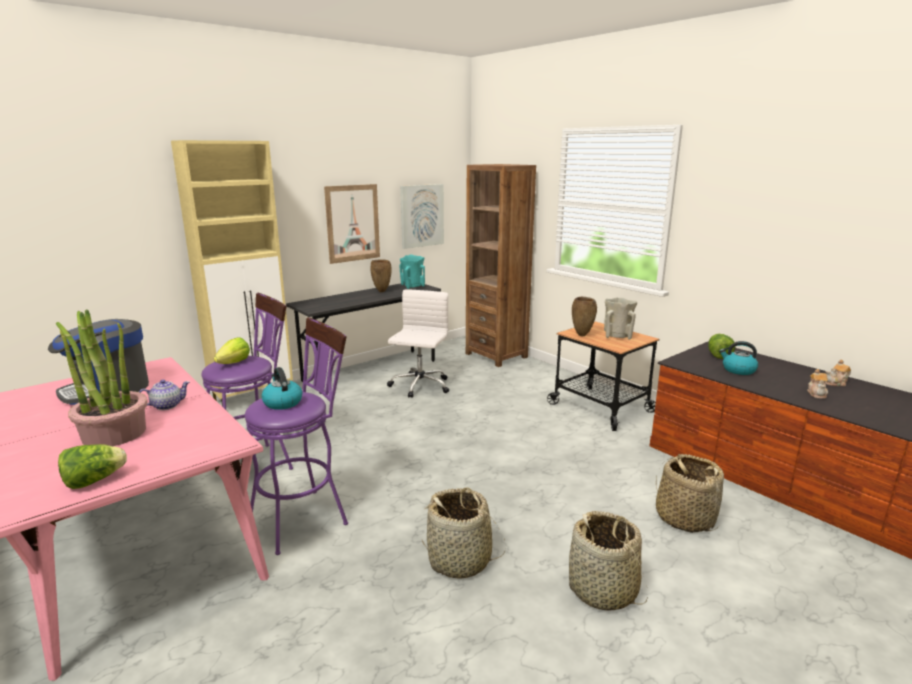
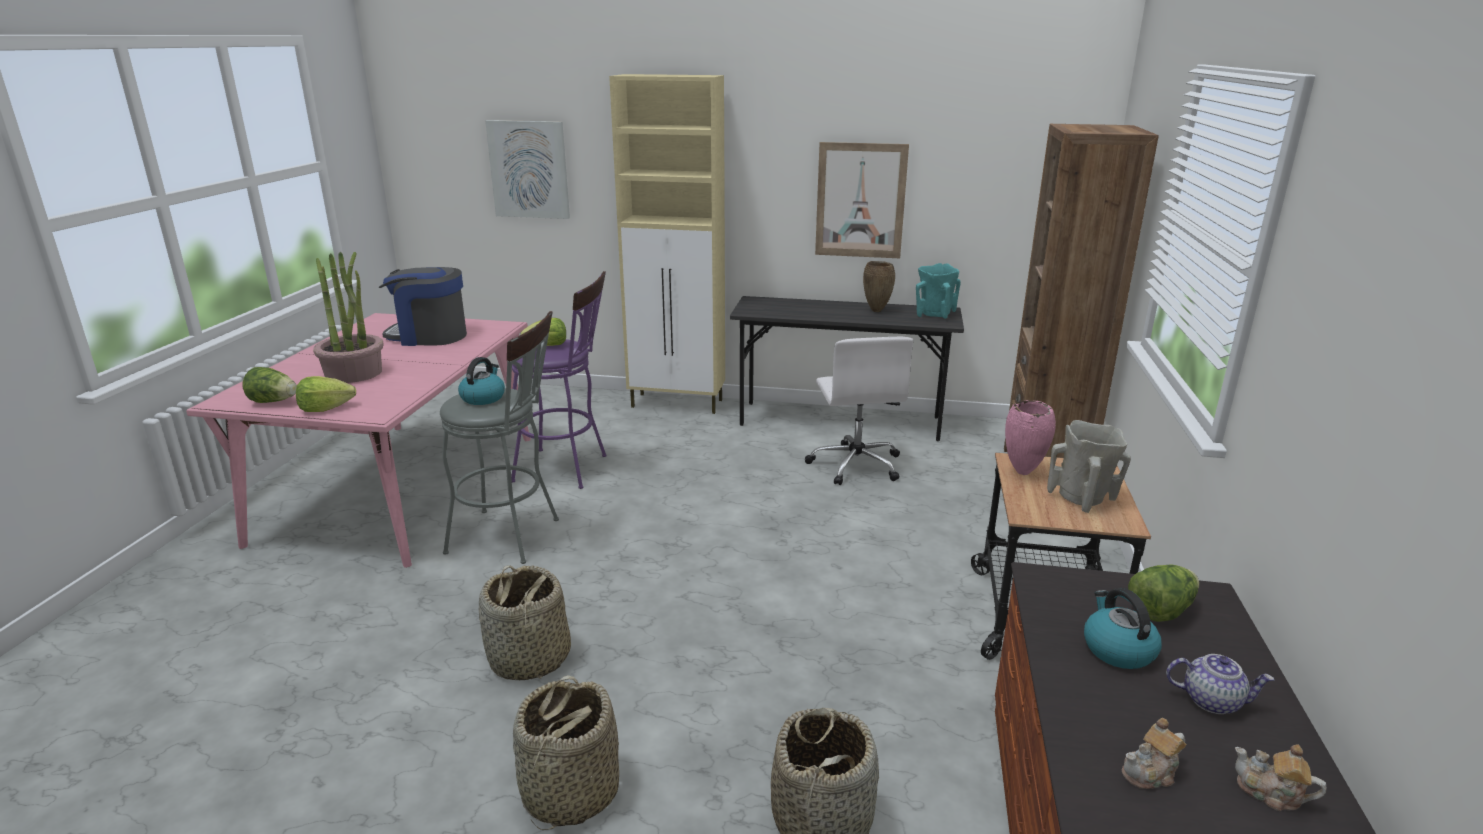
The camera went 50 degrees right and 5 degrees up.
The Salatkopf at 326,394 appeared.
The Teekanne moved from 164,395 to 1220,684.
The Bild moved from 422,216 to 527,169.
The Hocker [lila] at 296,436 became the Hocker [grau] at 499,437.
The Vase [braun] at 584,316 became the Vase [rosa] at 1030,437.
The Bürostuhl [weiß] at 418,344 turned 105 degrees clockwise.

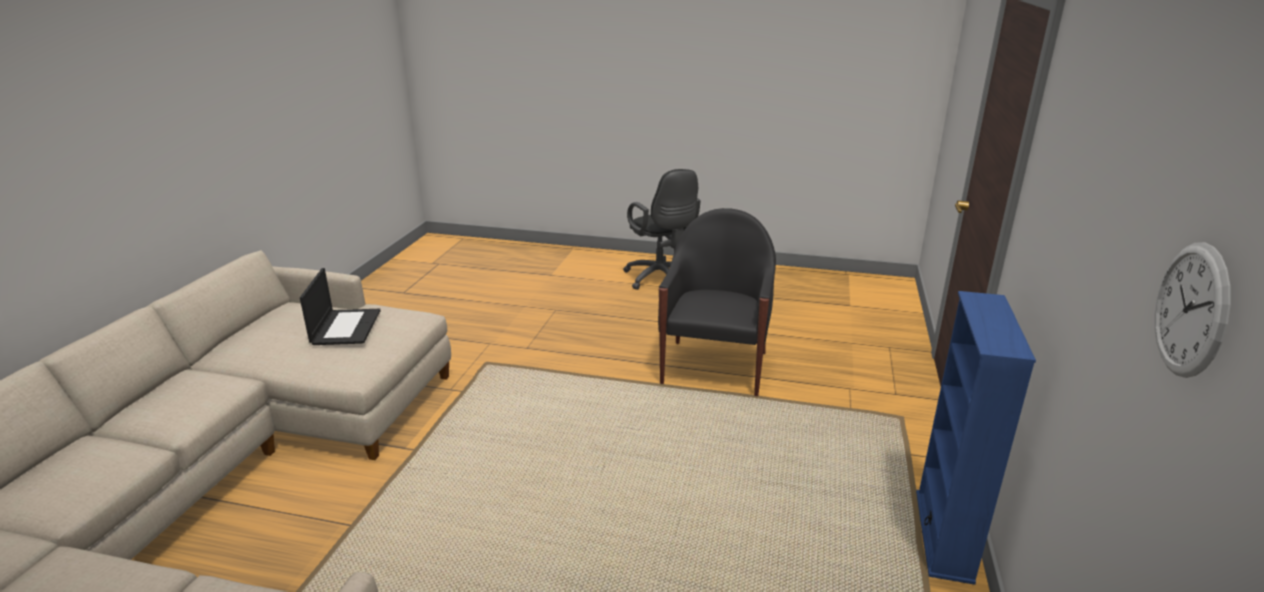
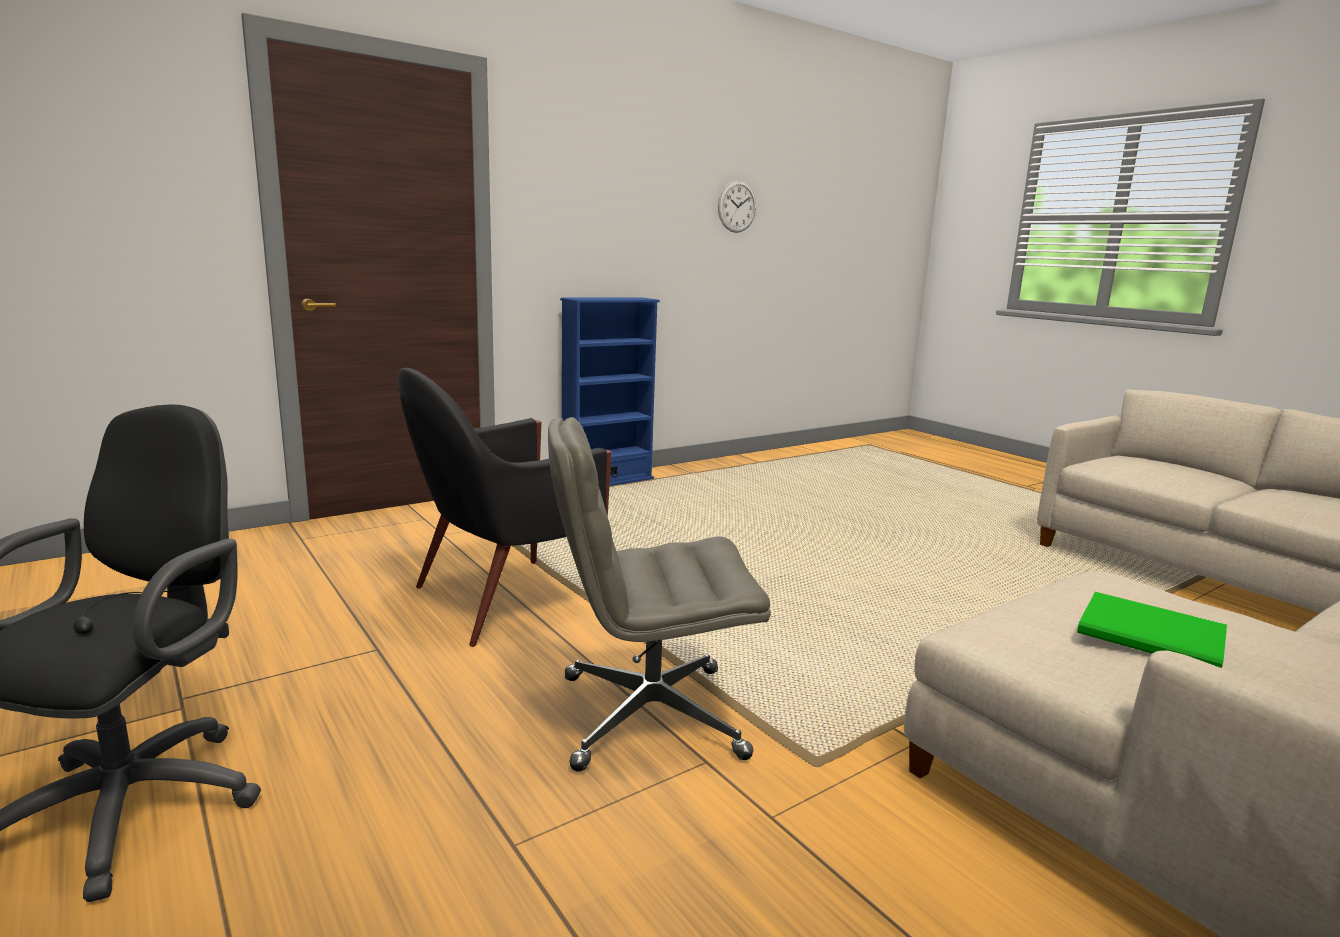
The camera went 140 degrees left and 10 degrees down.
The Bürostuhl [grau] at 659,594 appeared.
The Laptop at 340,306 was replaced by the Buch [grün] at 1152,630.

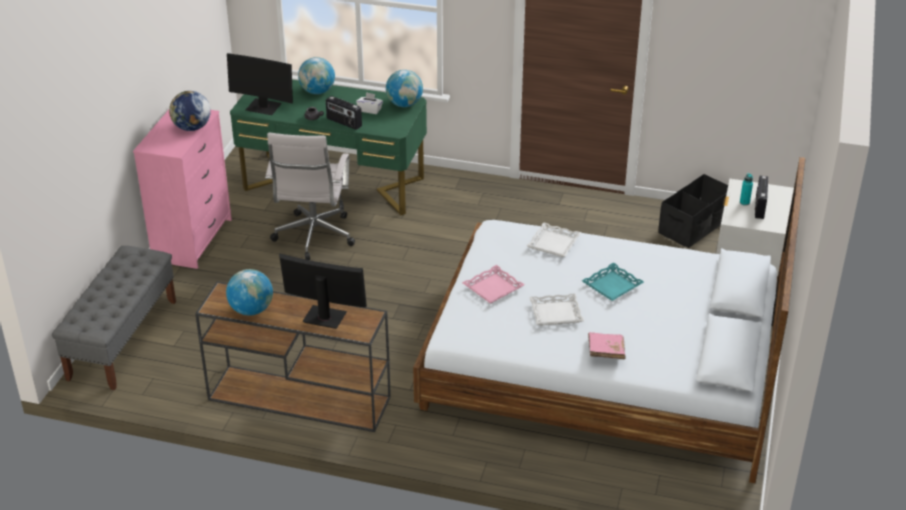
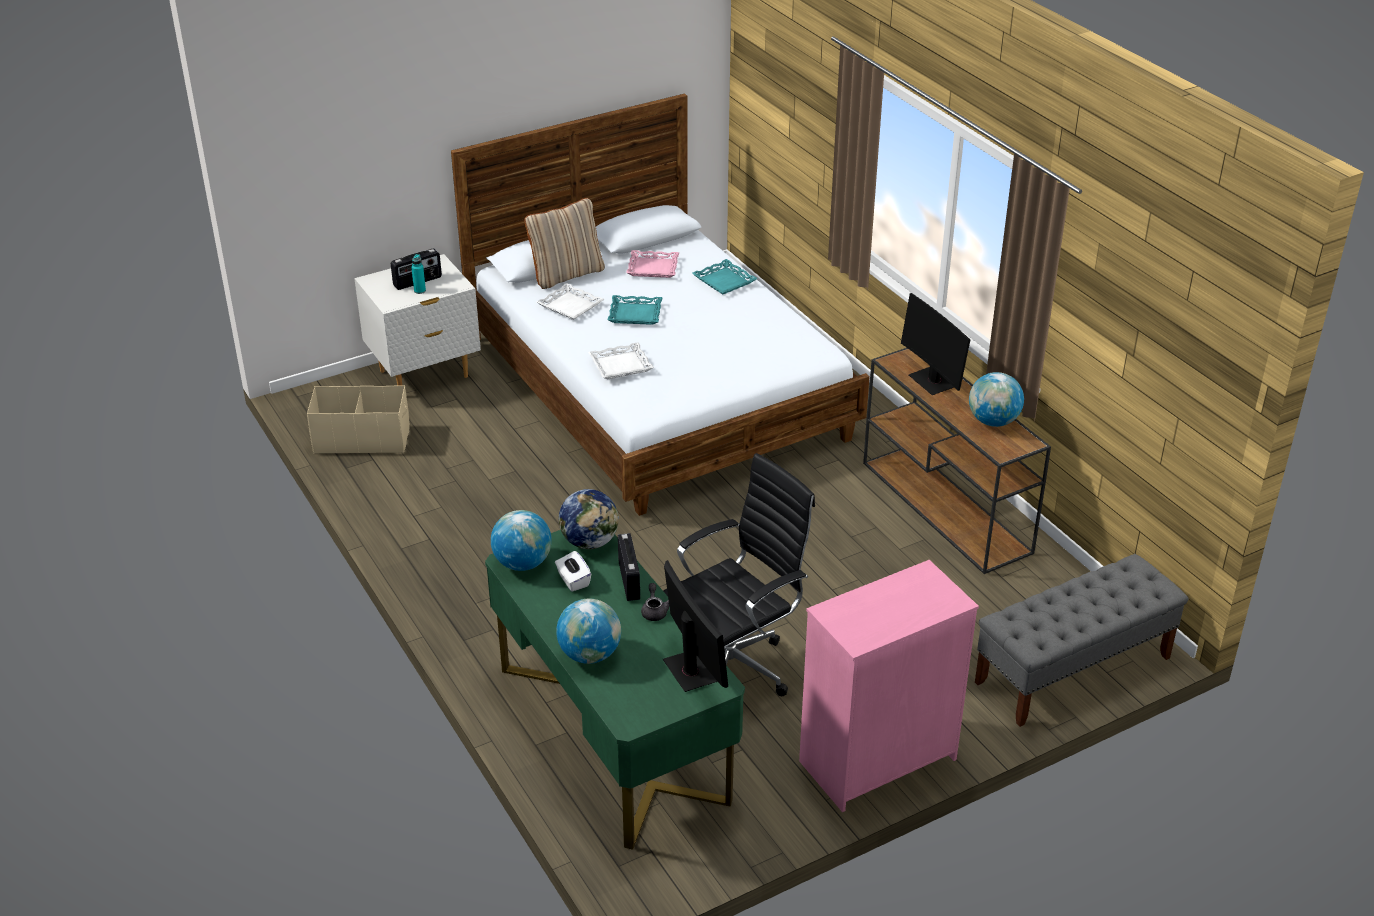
The camera went 135 degrees left and 0 degrees up.
The Kissen [beige] at 564,243 appeared.
The Globus moved from 190,111 to 589,519.
The Tablett [rosa] moved from 493,284 to 652,264.
The Tablett [weiß] moved from 557,310 to 570,301.
The Buch [rosa] at 606,345 was replaced by the Tablett [türkis] at 725,276.
The Bürostuhl [weiß] at 310,196 became the Bürostuhl [schwarz] at 739,574.
The Aufbewahrungsbox [schwarz] at 693,211 became the Aufbewahrungsbox [beige] at 358,419.

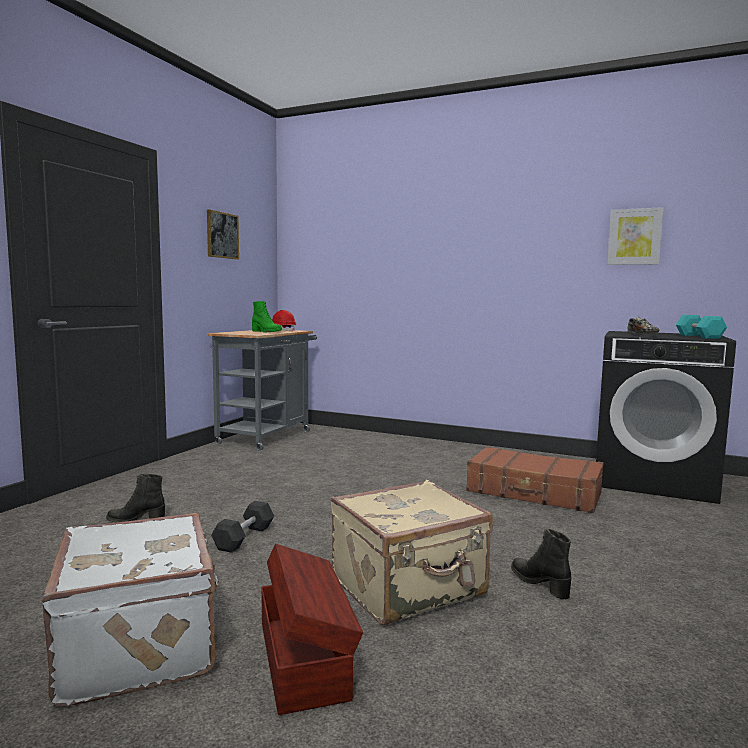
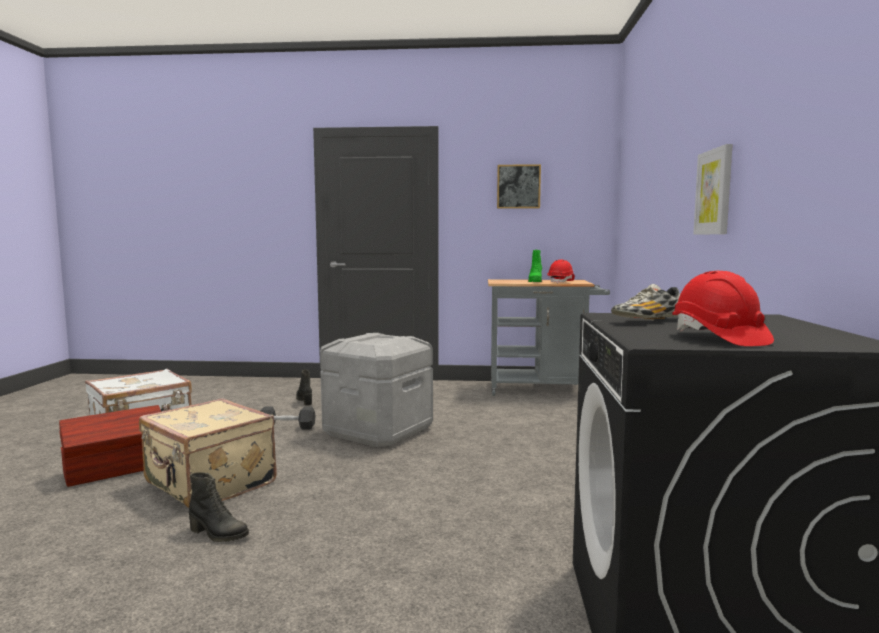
The camera went 70 degrees right and 0 degrees up.
The Koffer [braun] at 535,479 disappeared.
The Aufbewahrungsbox [grau] at 376,390 appeared.
The Bild moved from 635,236 to 713,189.
The Hantel [türkis] at 701,327 was replaced by the Schutzhelm [rot] at 723,309.
The Stiefel [schwarz] at 541,564 turned 75 degrees clockwise.

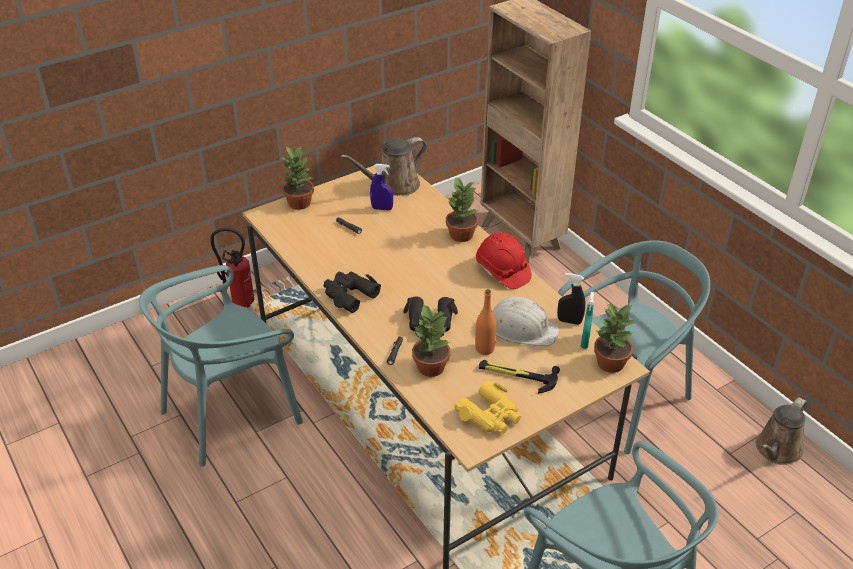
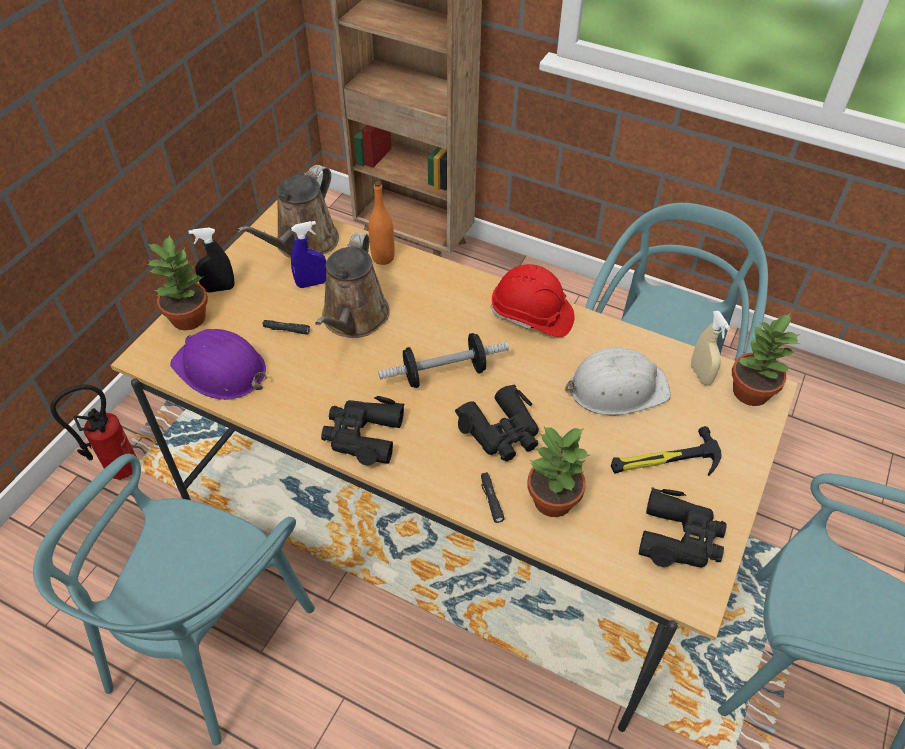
The camera went 30 degrees left and 10 degrees up.
The Topfpflanze at 462,209 disappeared.
The Schutzhelm [lila] at 218,364 appeared.
The Hantel at 443,360 appeared.
The Flasche [orange] moved from 485,322 to 381,223.
The Sprühflasche [schwarz] moved from 571,299 to 212,260.
The Gießkanne [braun] moved from 781,431 to 352,285.
The Fernglas [gelb] at 487,407 became the Fernglas [schwarz] at 683,527.
The Sprühflasche [türkis] at 587,320 became the Sprühflasche [beige] at 710,348.

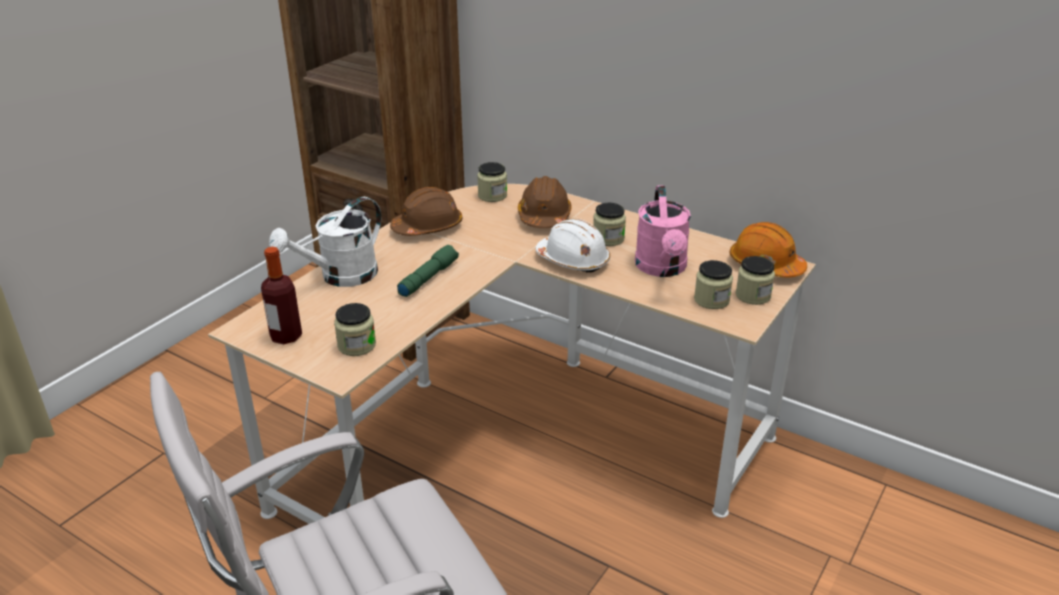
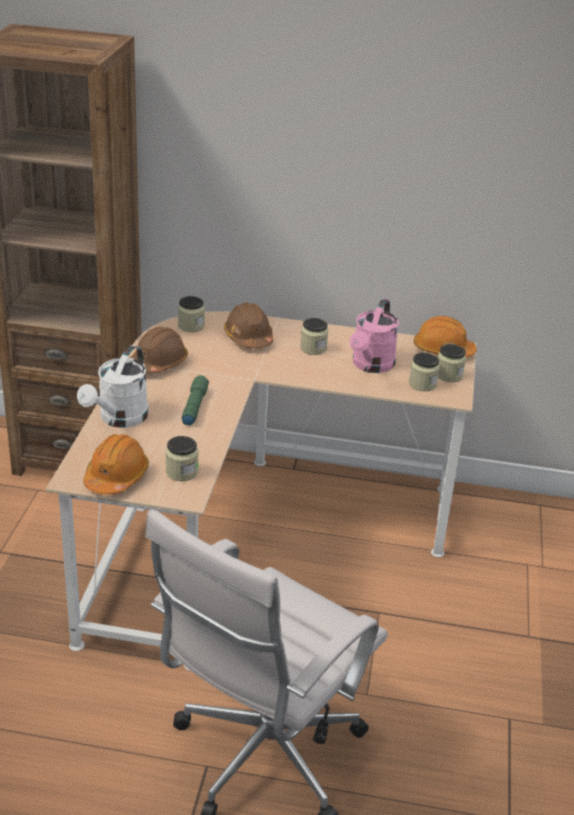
The camera went 25 degrees left and 0 degrees up.
The Schutzhelm [weiß] at 573,246 disappeared.
The Flasche at 281,295 was replaced by the Schutzhelm [orange] at 116,464.
The Gießkanne [rosa] at 663,231 turned 45 degrees clockwise.

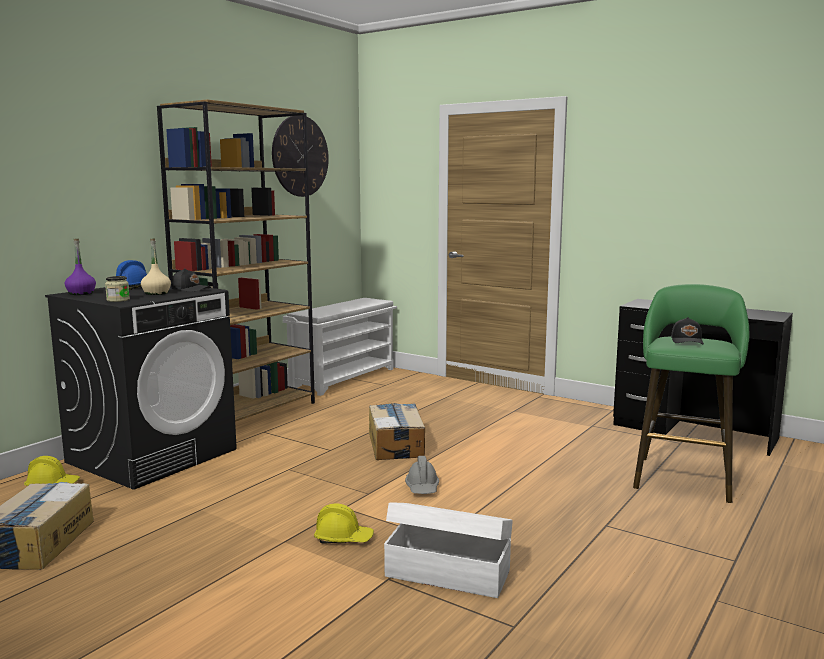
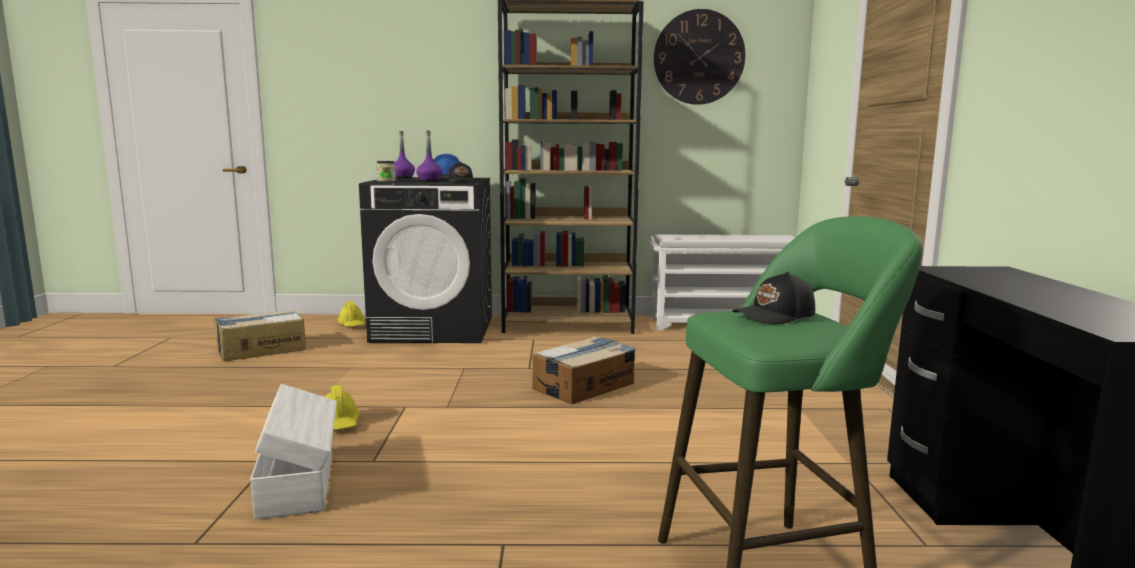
The camera went 55 degrees right and 0 degrees up.
The Schutzhelm [grau] at 422,475 disappeared.
The Flasche [beige] at 156,267 became the Flasche [lila] at 429,156.

